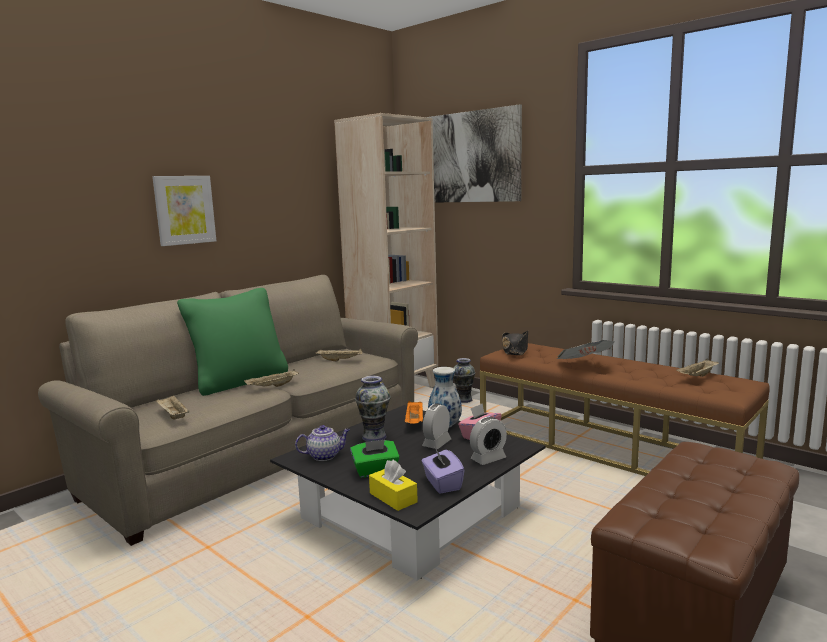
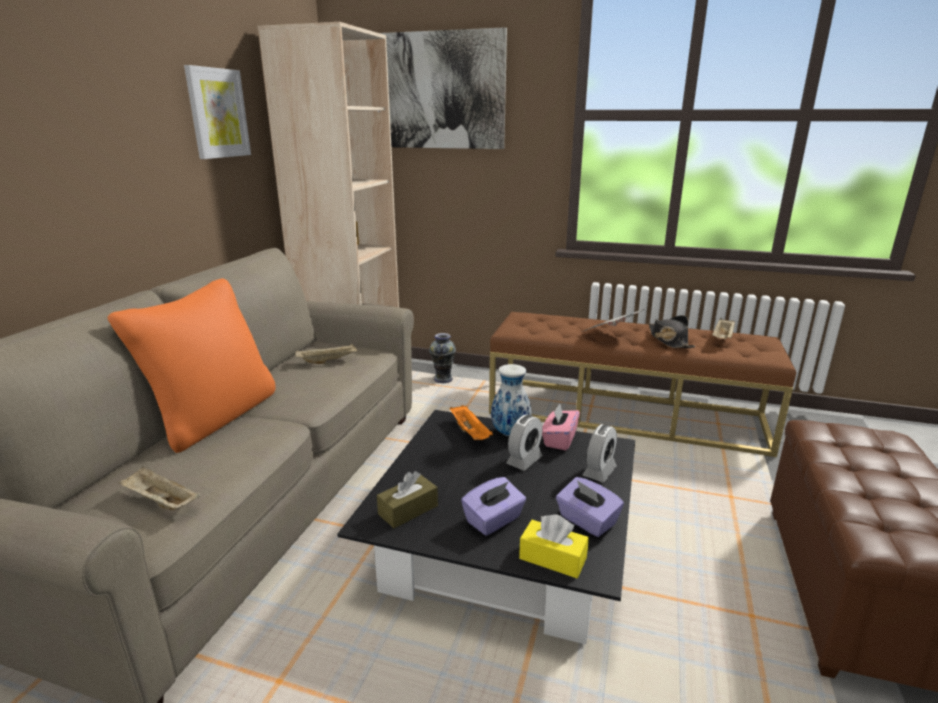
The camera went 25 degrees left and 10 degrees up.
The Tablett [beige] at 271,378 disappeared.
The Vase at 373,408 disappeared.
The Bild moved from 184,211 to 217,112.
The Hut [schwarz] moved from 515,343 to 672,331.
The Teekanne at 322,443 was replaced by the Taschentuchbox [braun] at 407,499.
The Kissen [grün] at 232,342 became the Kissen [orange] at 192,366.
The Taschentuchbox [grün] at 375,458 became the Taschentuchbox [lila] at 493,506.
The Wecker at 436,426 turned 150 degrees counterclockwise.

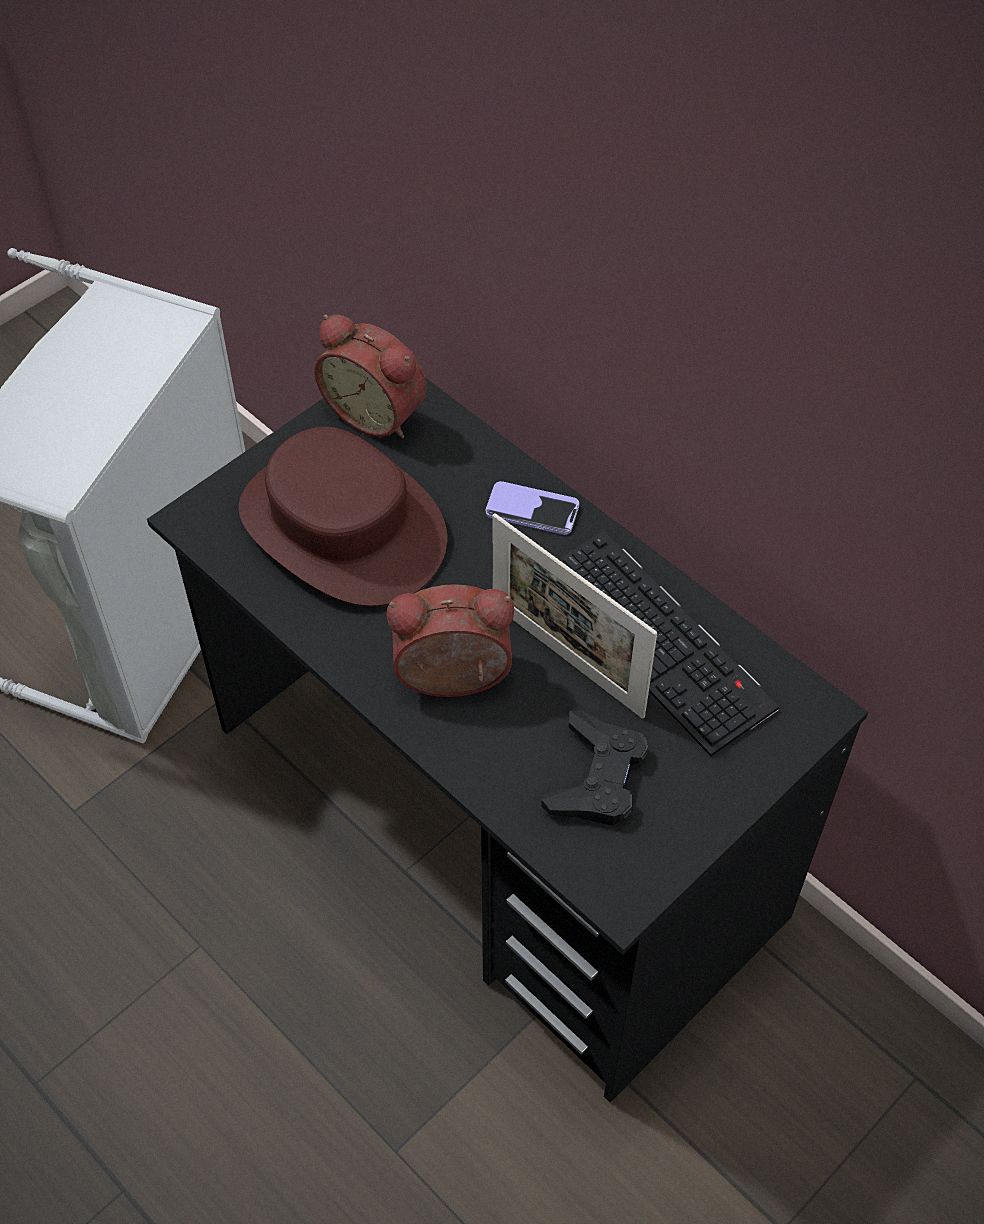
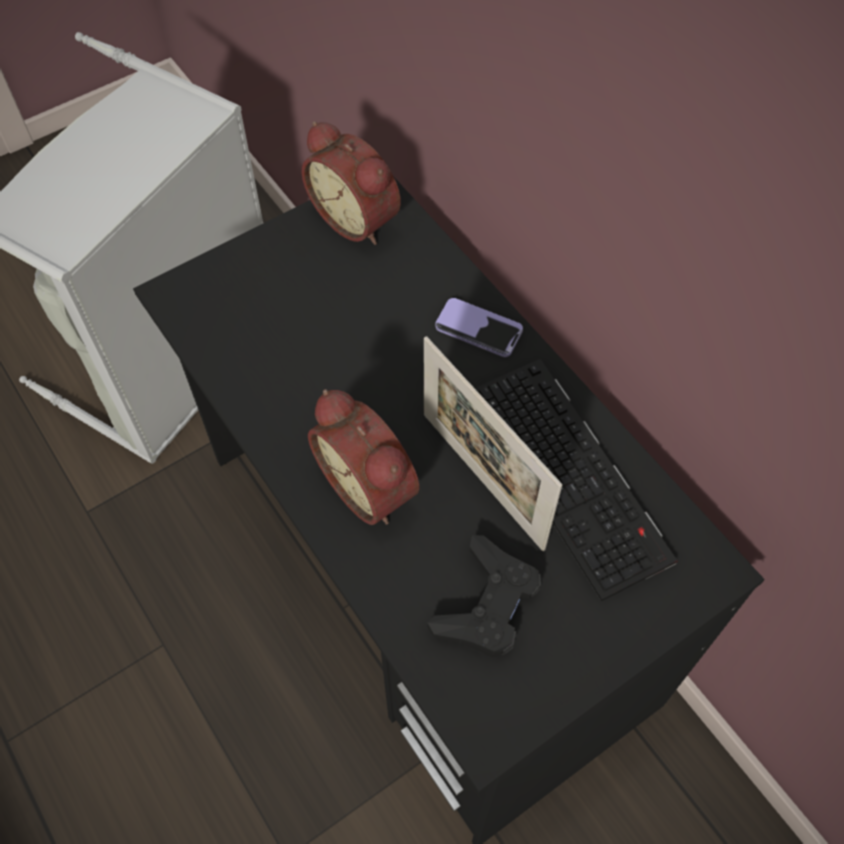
The camera went 10 degrees right and 5 degrees up.
The Hut [braun] at 343,517 disappeared.
The Wecker at 450,640 turned 135 degrees counterclockwise.

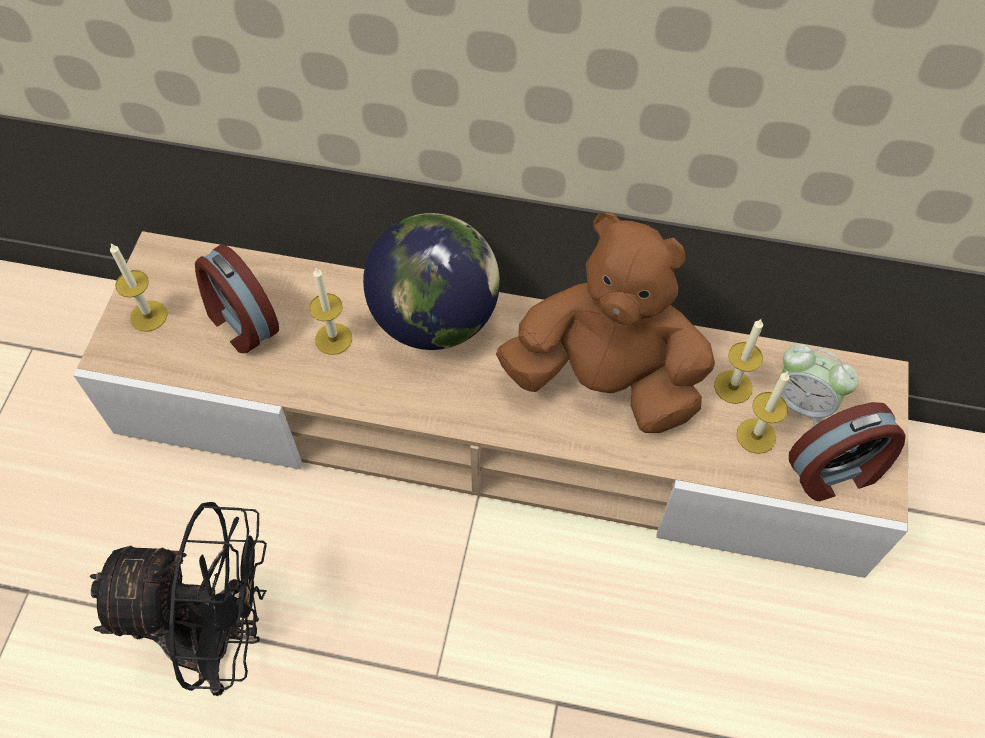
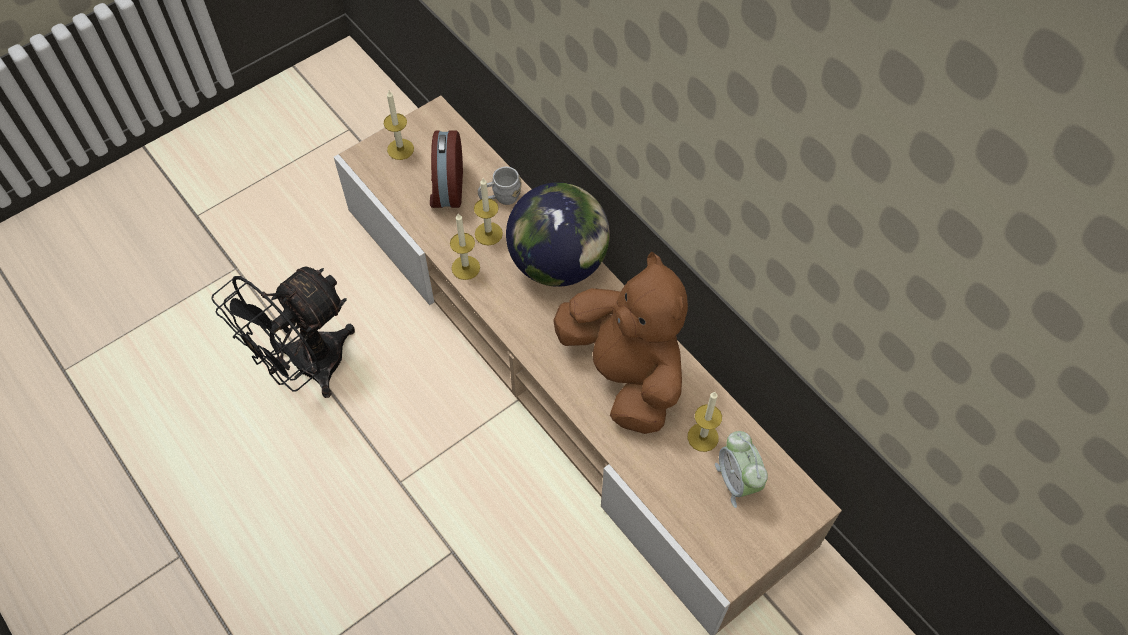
The camera went 40 degrees right and 0 degrees up.
The Wecker at 847,451 disappeared.
The Henkelbecher [grau] at 500,186 appeared.
The Kerze moved from 763,412 to 465,247.
The Ventilator [schwarz] at 178,599 turned 90 degrees clockwise.

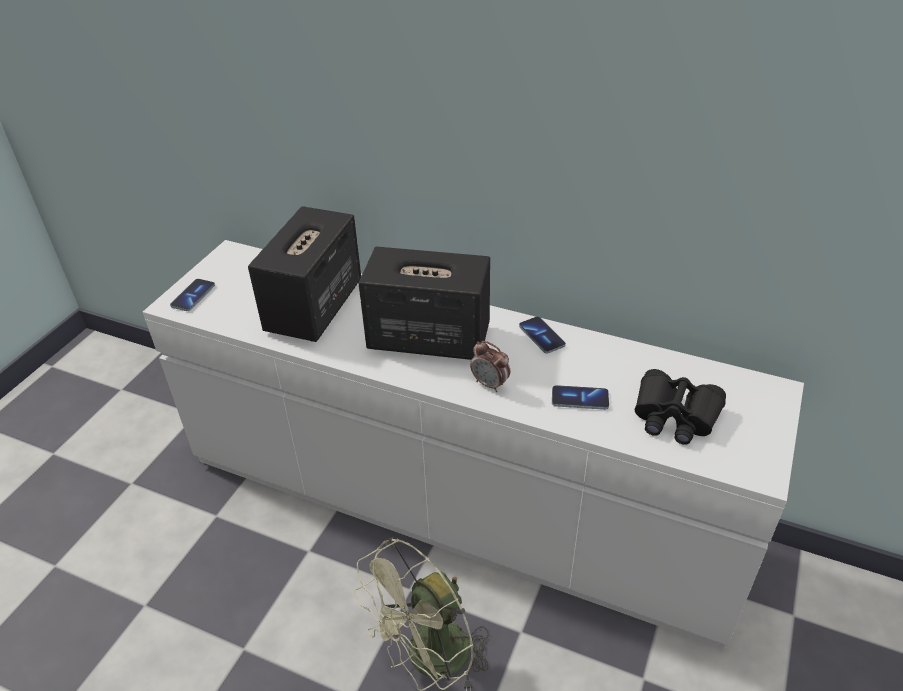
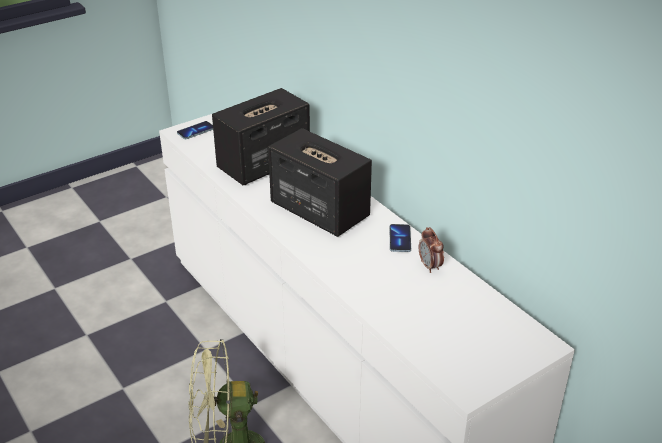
The camera went 30 degrees right and 5 degrees down.
The Handy at 580,397 disappeared.
The Fernglas [schwarz] at 680,407 disappeared.
The Wecker moved from 490,366 to 431,250.

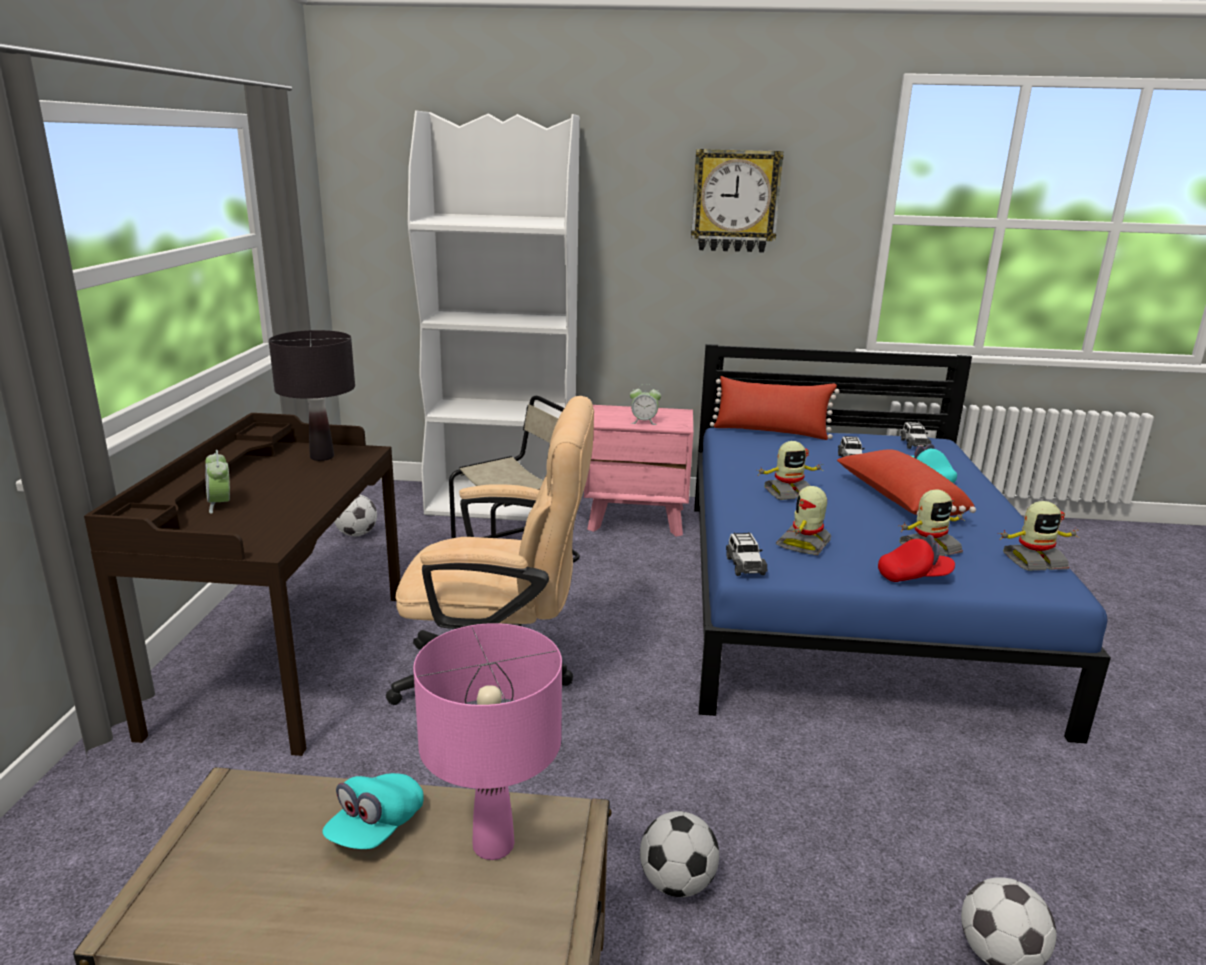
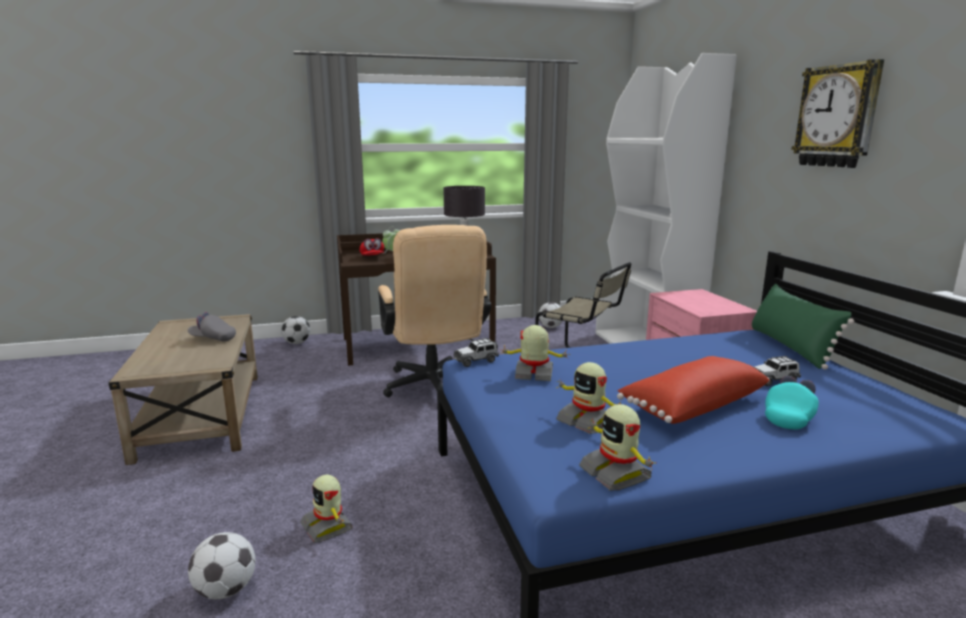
The camera went 70 degrees right and 5 degrees down.
The Tischlampe [rosa] at 487,741 disappeared.
The Wecker at 645,404 disappeared.
The Spielzeugauto at 916,435 disappeared.
The Fußball moved from 679,854 to 295,330.
The Spielzeugroboter moved from 790,470 to 327,509.
The Kappe [rot] moved from 916,558 to 371,247.
The Kappe [türkis] at 373,811 became the Kappe [grau] at 212,326.
The Kissen [rot] at 775,408 became the Kissen [grün] at 803,326.

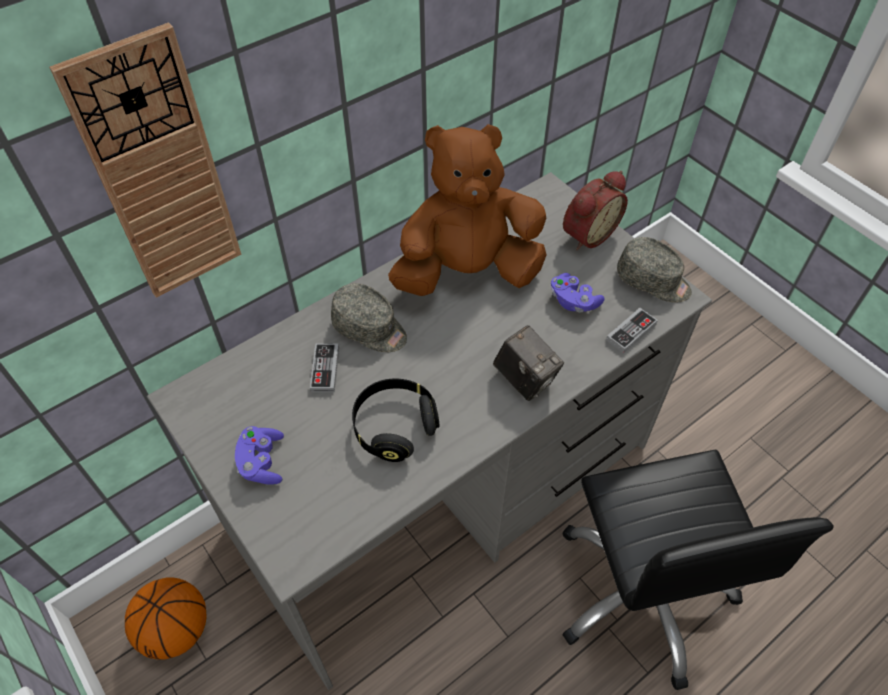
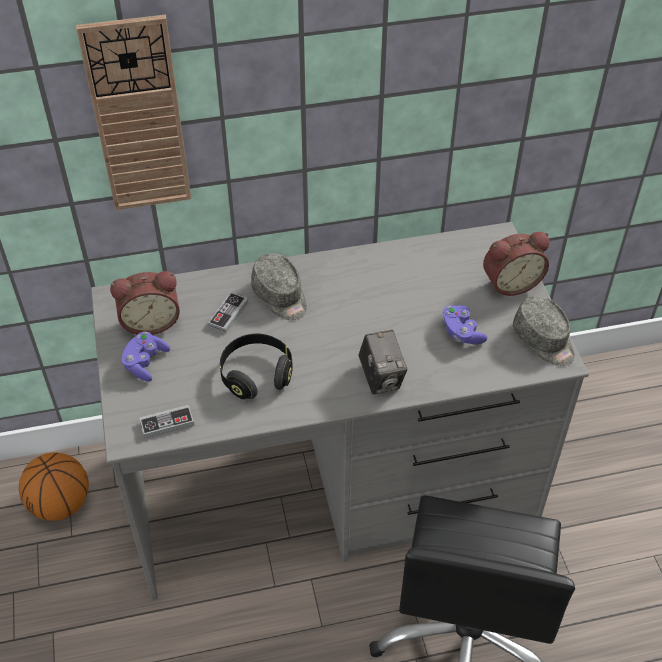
The camera went 25 degrees right and 5 degrees down.
The Plüschtier [braun] at 467,210 disappeared.
The Wecker at 145,303 appeared.
The Gamepad moved from 632,331 to 167,422.

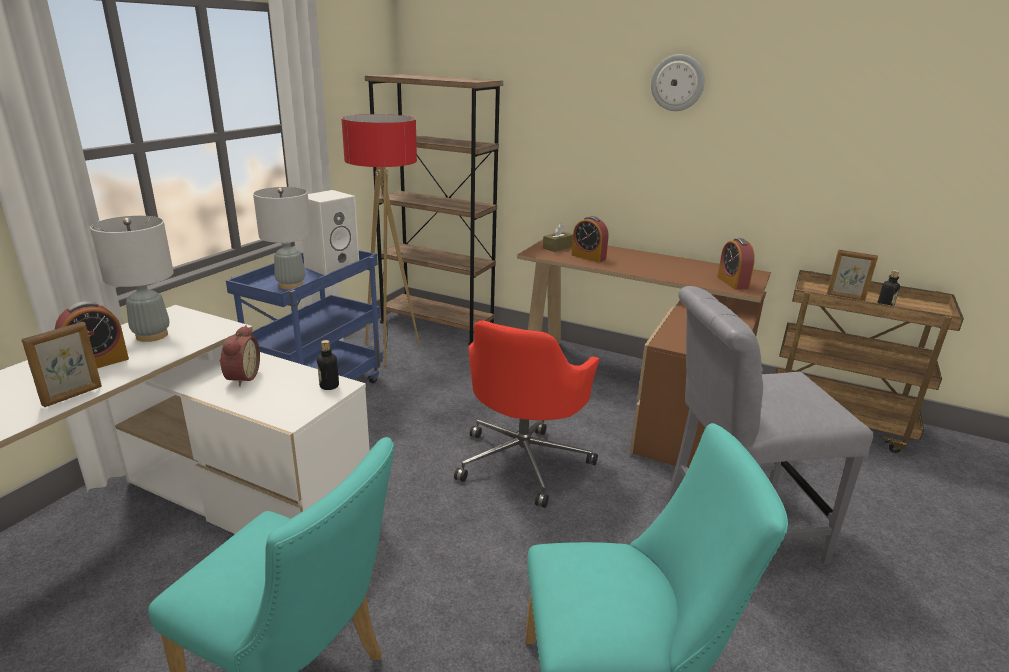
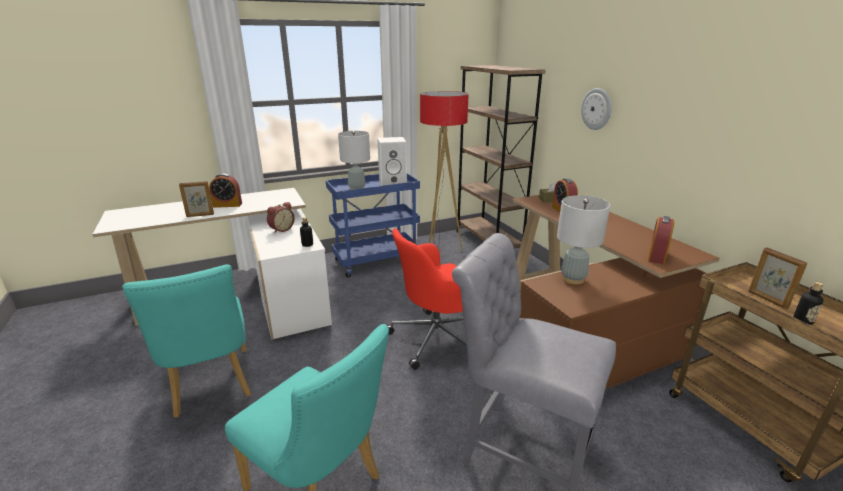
The camera went 40 degrees right and 0 degrees up.
The Tischlampe [grau] moved from 132,279 to 583,240.
The Wanduhr moved from 678,82 to 596,109.

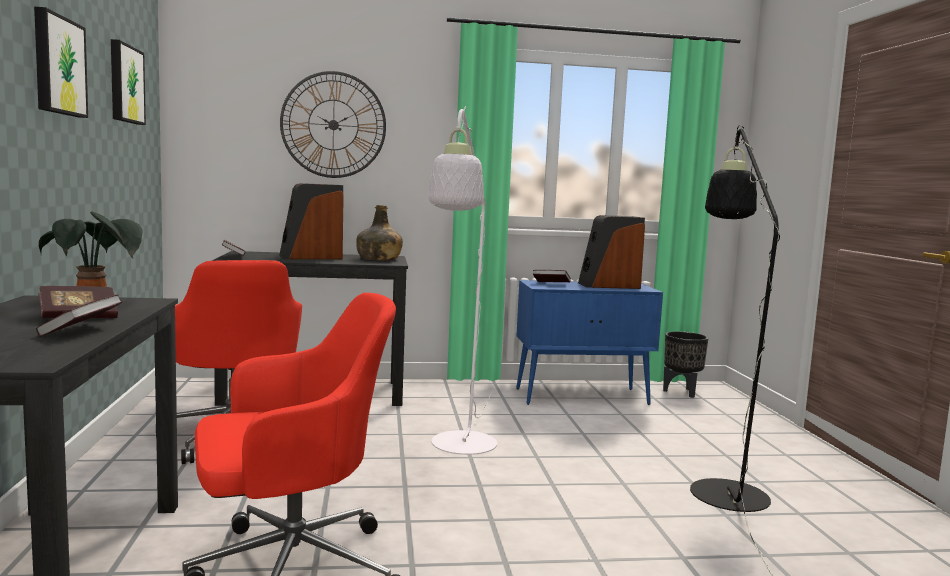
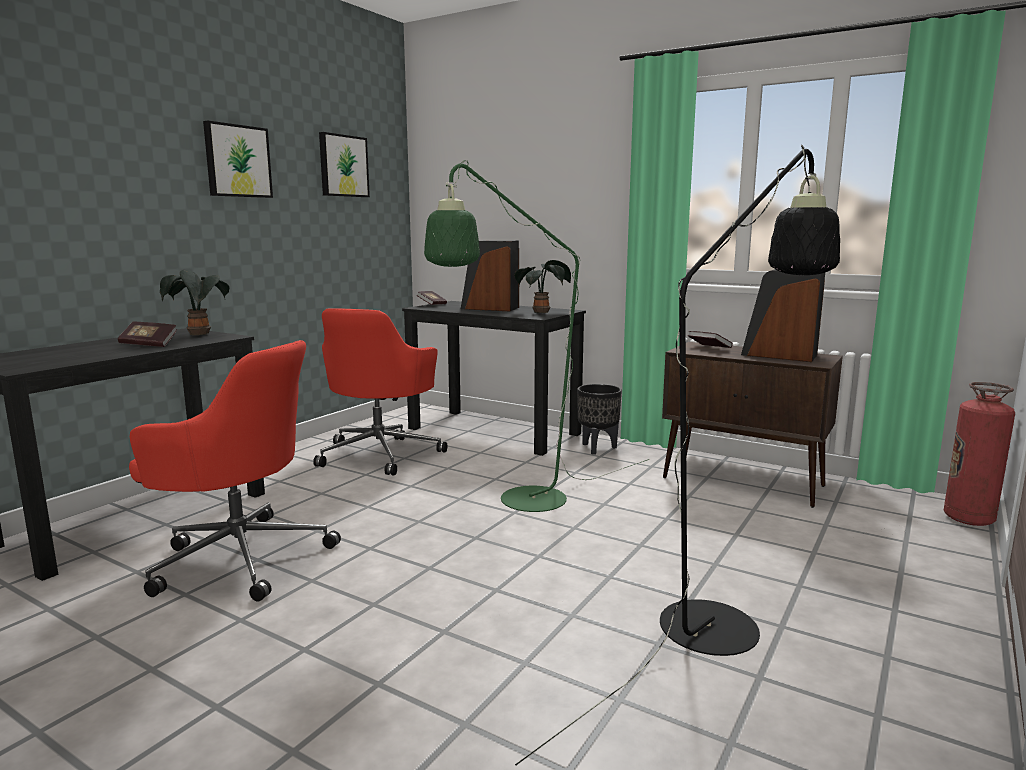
The camera went 40 degrees right and 5 degrees up.
The Buch at 79,315 disappeared.
The Wanduhr at 333,124 disappeared.
The Feuerlöscher at 979,454 appeared.
The Pflanzkübel [schwarz] moved from 685,364 to 599,419.
The Flasche [grün] at 379,233 was replaced by the Topfpflanze at 542,286.
The Stehlampe [weiß] at 462,280 became the Stehlampe [grün] at 536,336.
The Schrank [blau] at 589,342 became the Schrank [braun] at 752,425.

